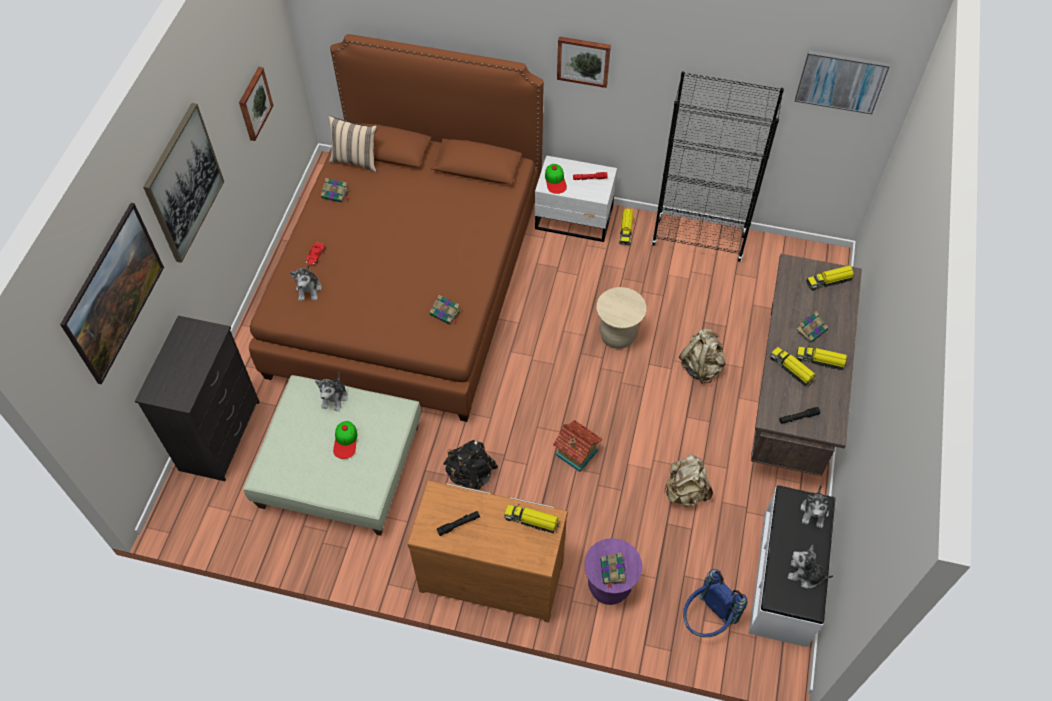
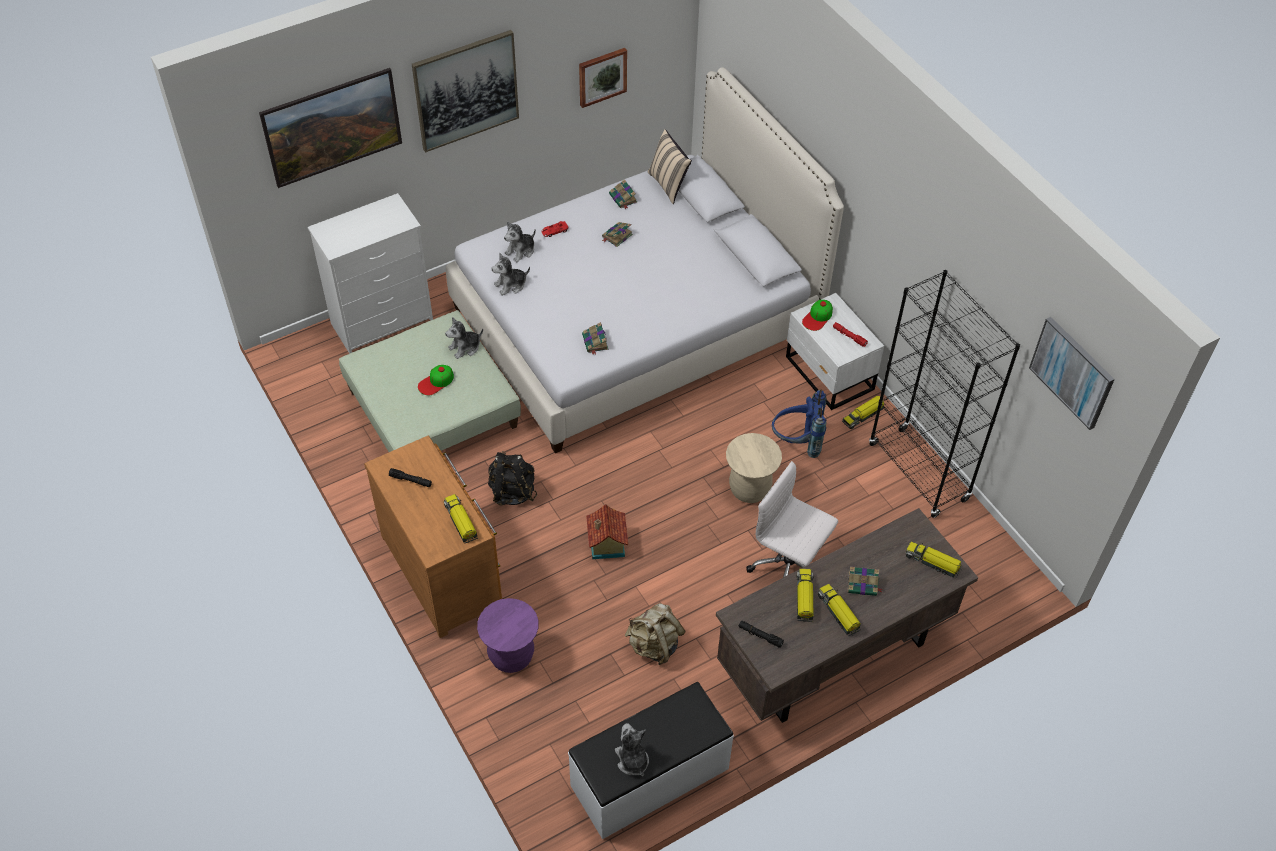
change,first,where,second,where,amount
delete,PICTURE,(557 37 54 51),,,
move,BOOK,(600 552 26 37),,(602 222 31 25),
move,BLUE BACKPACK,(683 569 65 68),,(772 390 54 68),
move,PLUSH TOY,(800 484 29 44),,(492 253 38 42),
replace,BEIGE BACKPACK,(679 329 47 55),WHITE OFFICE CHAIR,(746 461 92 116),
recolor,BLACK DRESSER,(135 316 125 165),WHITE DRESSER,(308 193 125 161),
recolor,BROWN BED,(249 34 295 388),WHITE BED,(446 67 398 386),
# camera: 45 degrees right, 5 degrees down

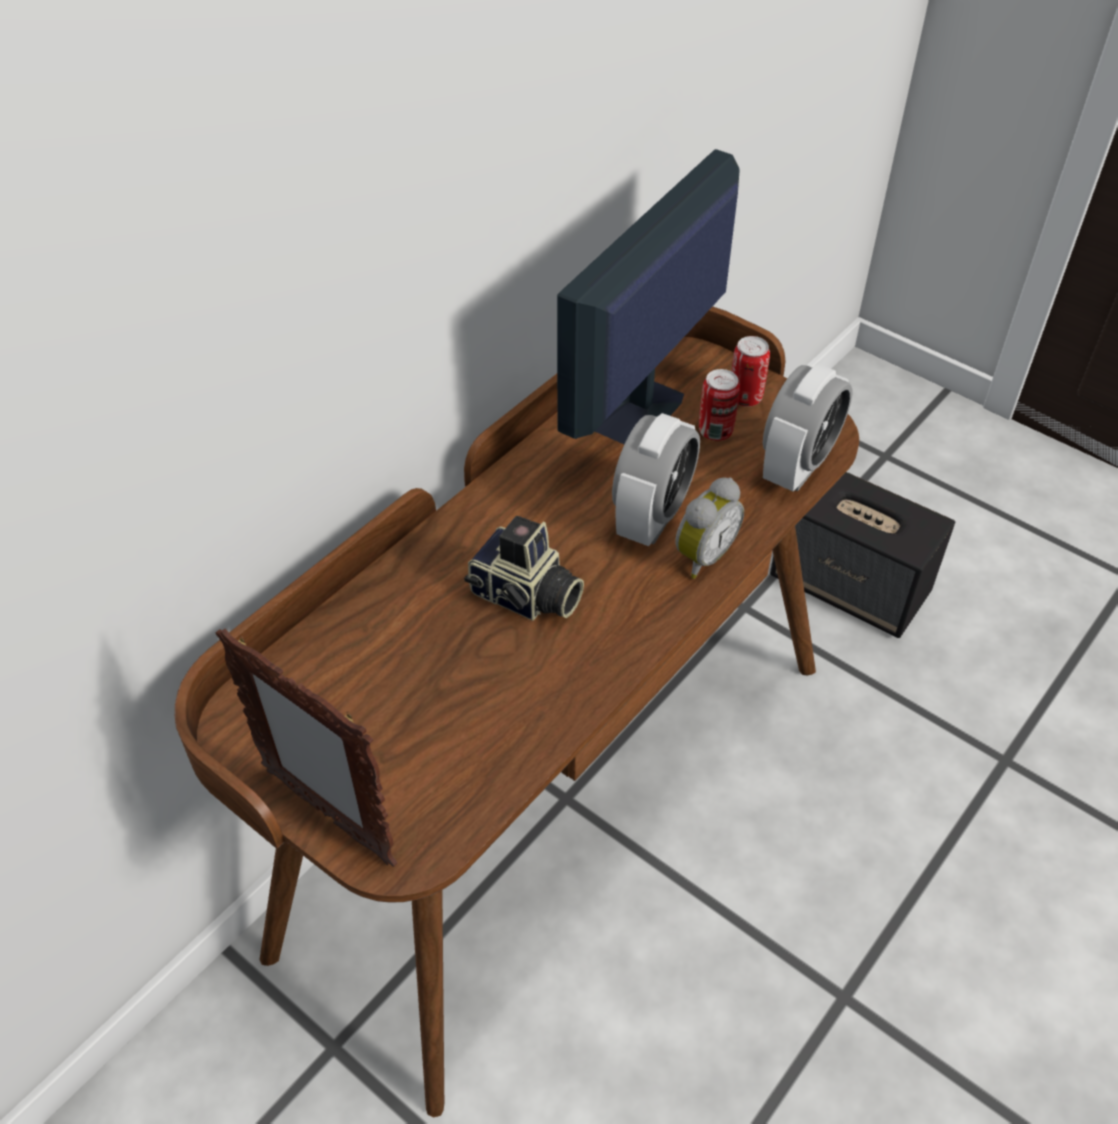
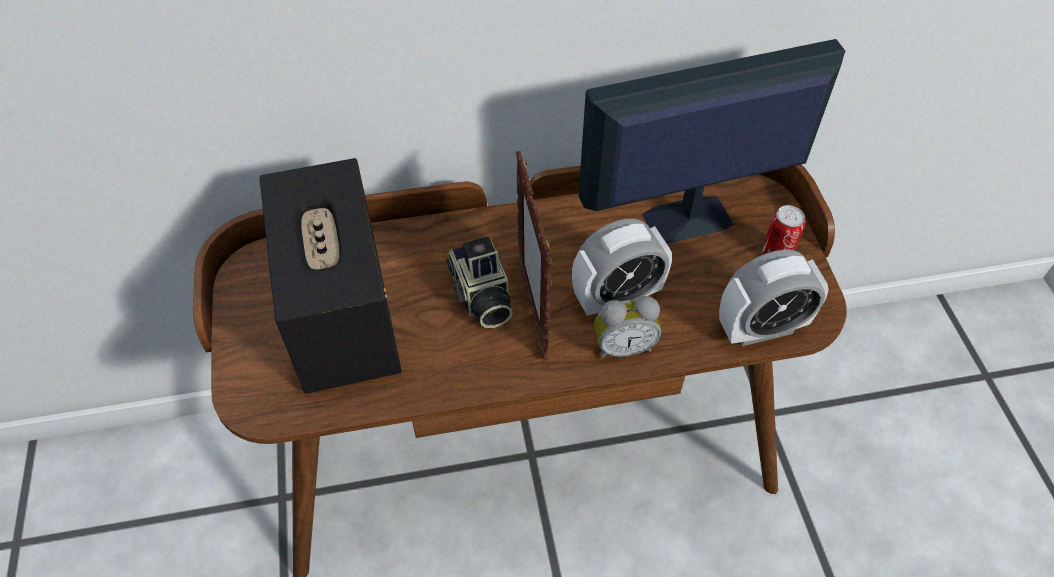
change,first,where,second,where,amount
delete,CAN,(699 369 41 72),,,
move,PICTURE FRAME,(215 629 182 238),,(516 151 36 210),
move,SPEAKER,(770 472 185 166),,(259 158 142 236),
# camera: 40 degrees right, 5 degrees up

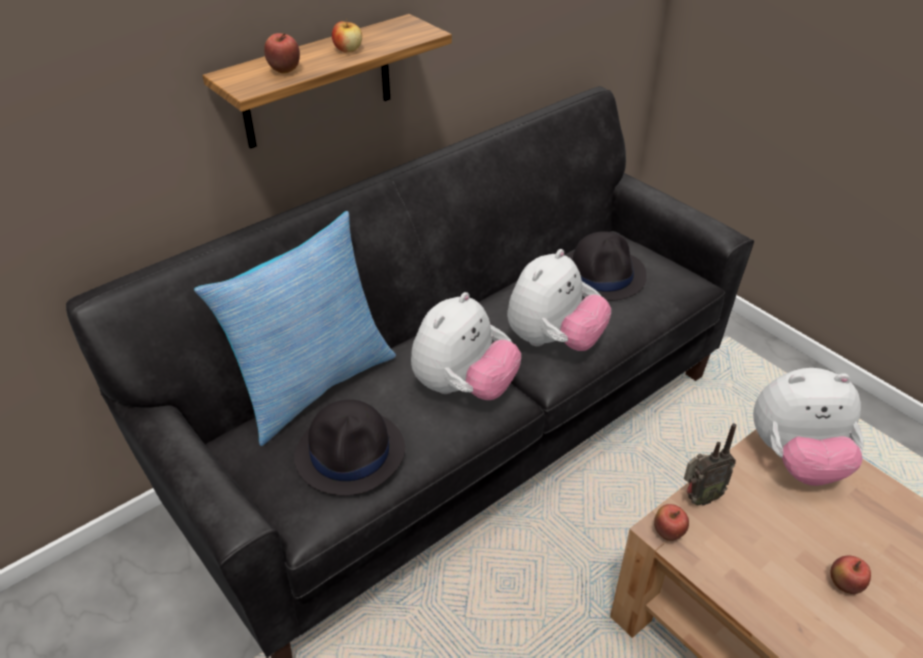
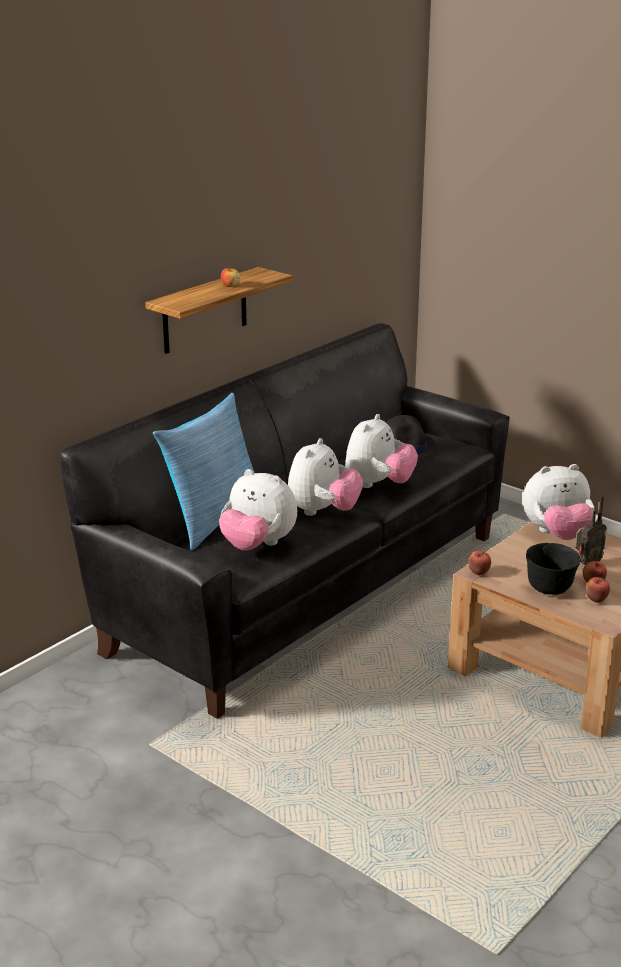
change,first,where,second,where,amount
insert,,,BLACK BOWL,(526 543 54 52),
move,APPLE,(264 33 36 41),,(586 577 24 26),
move,RADIO,(684 423 53 83),,(575 496 32 69),
replace,BLACK HAT,(294 400 111 96),PLUSH TOY,(219 469 78 82),
# camera: 10 degrees left, 15 degrees down

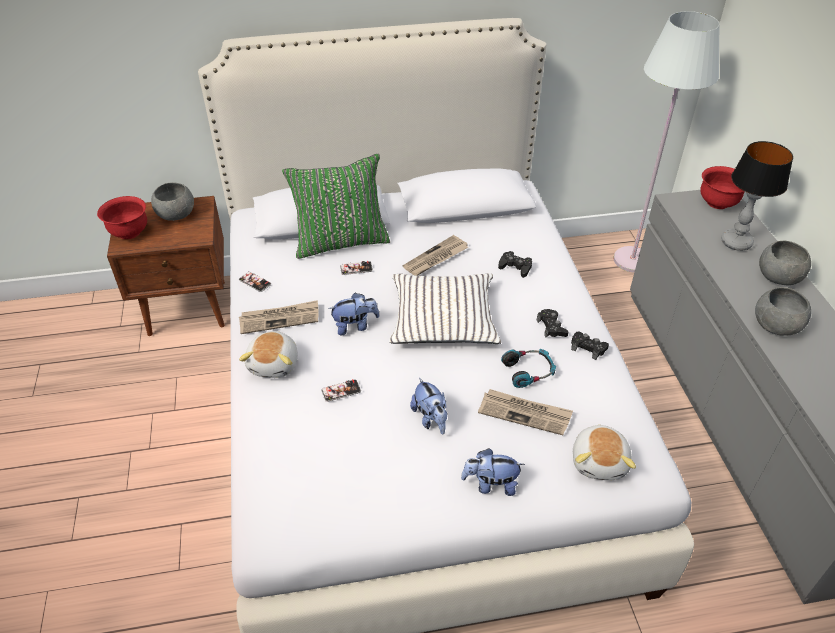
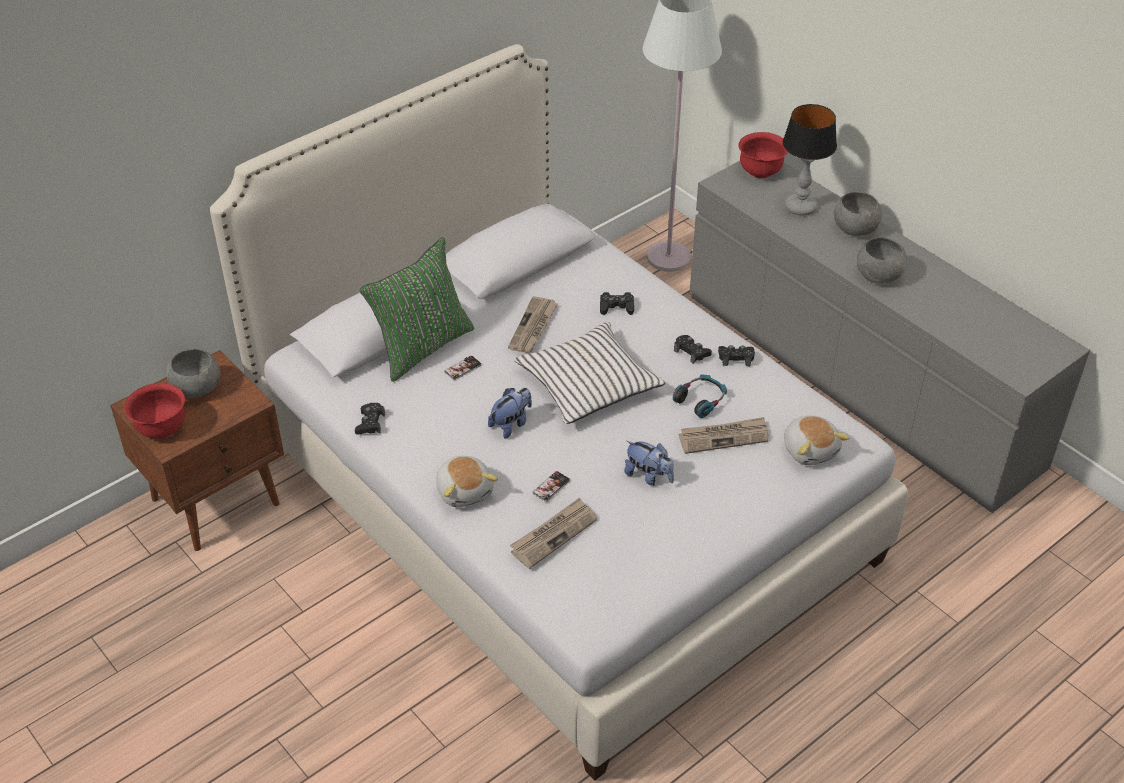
change,first,where,second,where,amount
delete,PLUSH TOY,(461 448 64 48),,,
move,NEWSPAPER,(239 300 80 34),,(510 497 87 72),
replace,PHONE,(239 271 32 21),BLACK GAME CONTROLLER,(355 403 30 32),
# camera: 30 degrees left, 0 degrees up

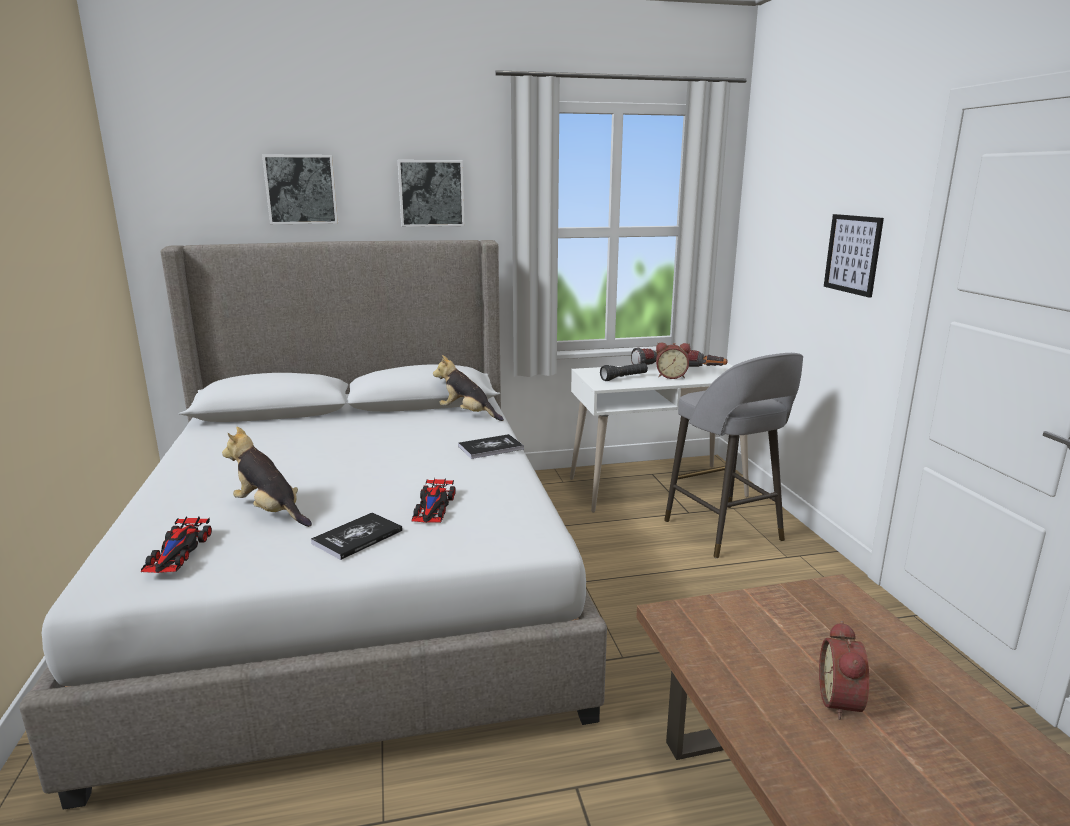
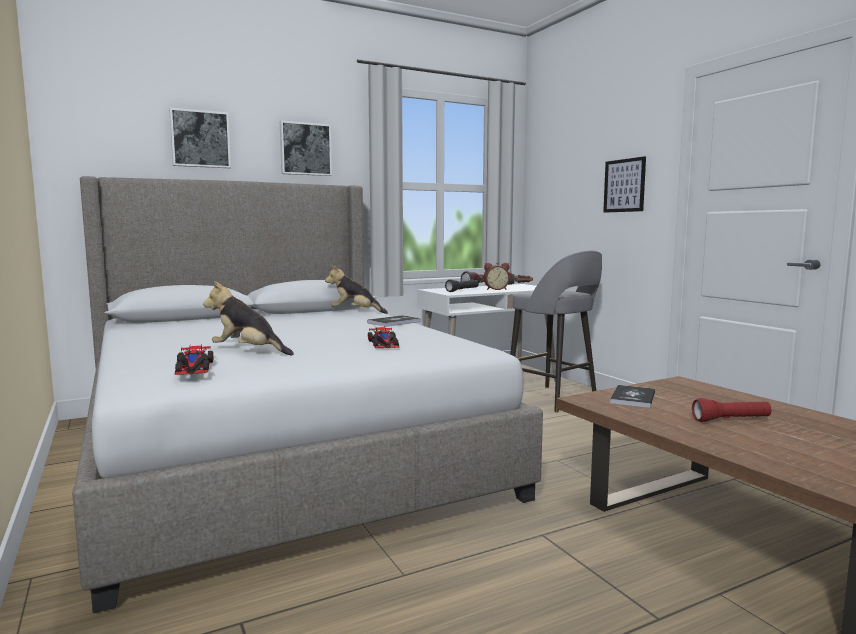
change,first,where,second,where,amount
move,BOOK,(311 512 92 48),,(610 385 45 23),
replace,ALARM CLOCK,(819 621 50 99),RED FLASHLIGHT,(692 398 79 24),
# camera: 15 degrees left, 10 degrees down

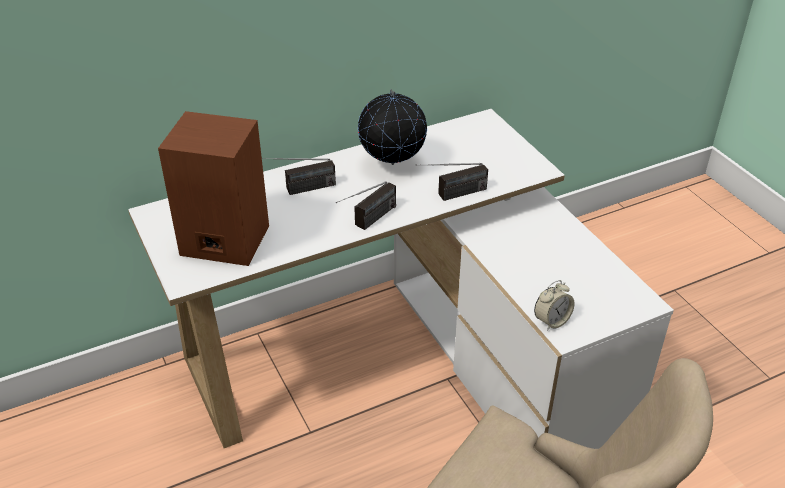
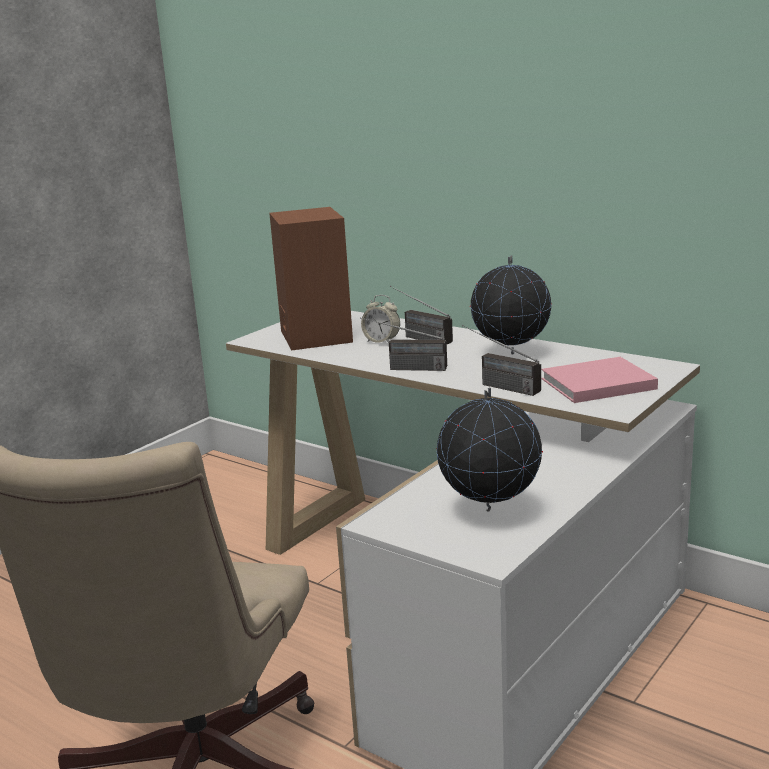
change,first,where,second,where,amount
insert,,,GLOBE,(437 388 106 124),
insert,,,PINK BOOK,(541 357 117 46),
move,ALARM CLOCK,(534 280 41 51),,(361 295 39 48),
# camera: 65 degrees right, 20 degrees down

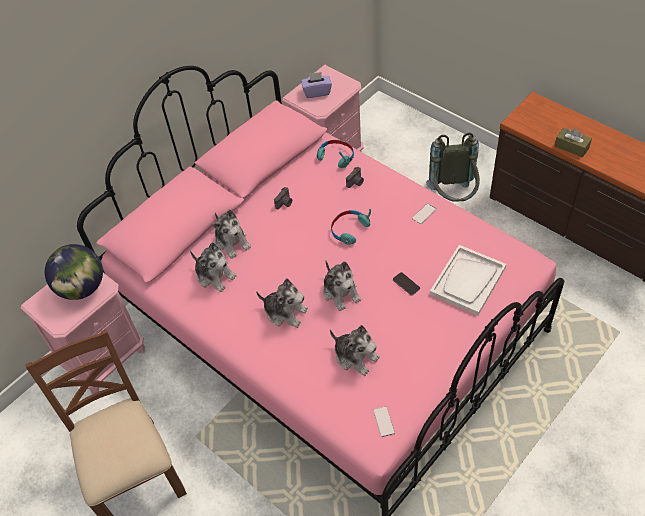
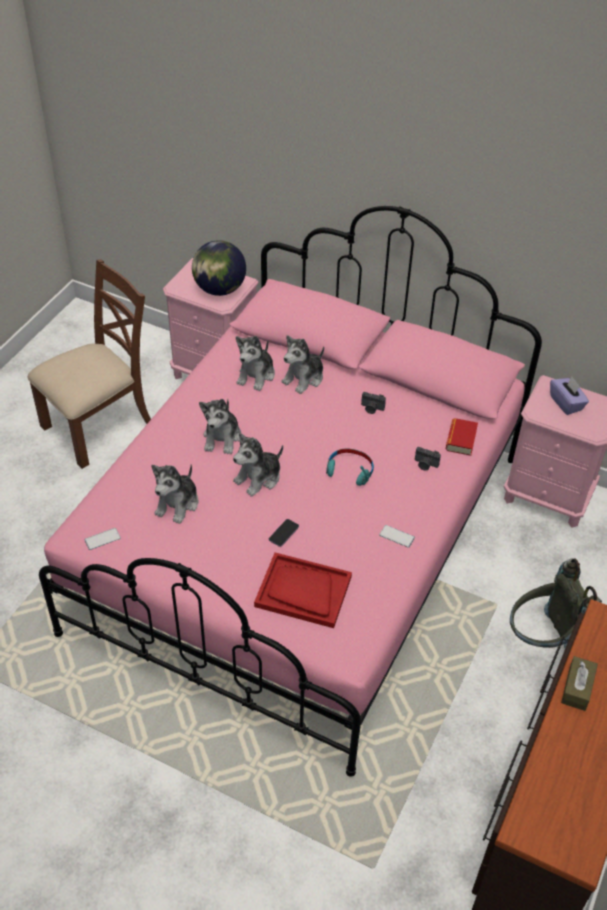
change,first,where,second,where,amount
replace,TURQUOISE HEADPHONES,(317 140 37 28),BOOK,(446 418 32 38),
recolor,WHITE TRAY,(430 245 76 71),RED TRAY,(254 552 98 76),
# camera: 70 degrees right, 5 degrees down

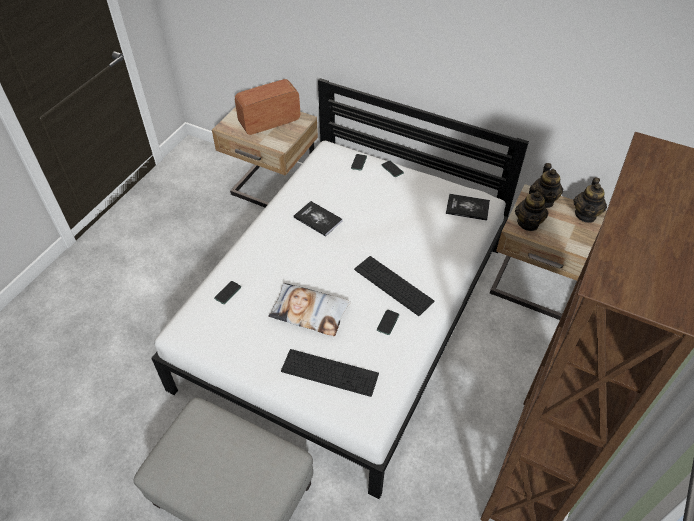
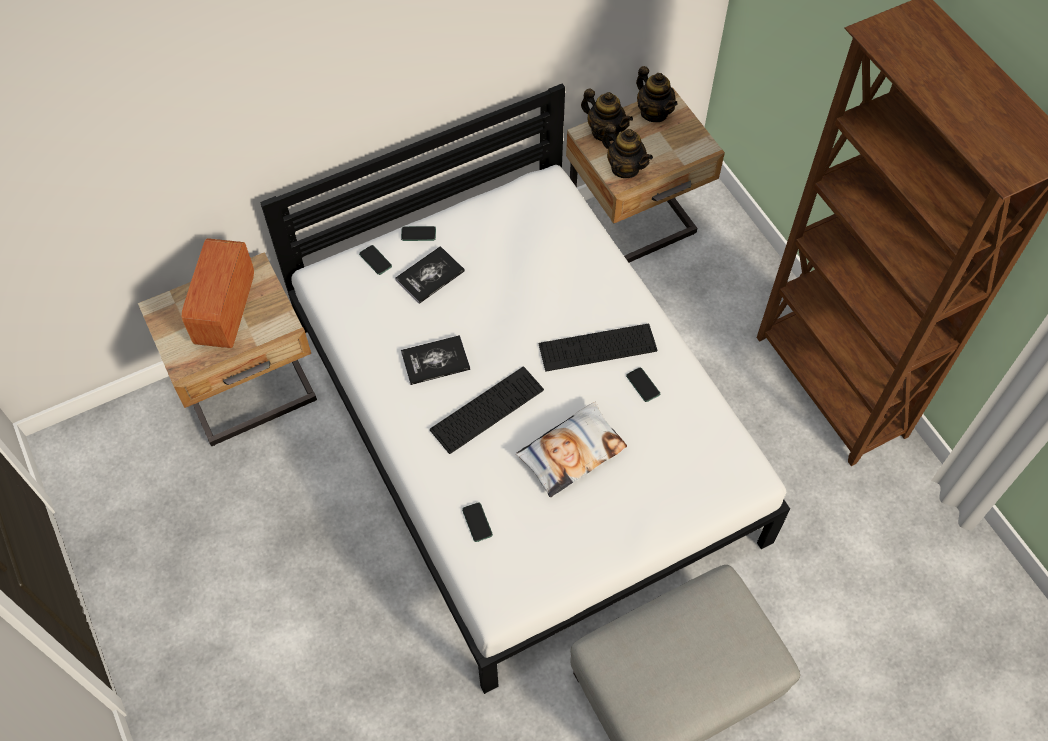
change,first,where,second,where,amount
move,KEYBOARD,(281 349 98 48),,(430 366 114 88),
move,BOOK,(446 194 44 27),,(395 246 70 58),
# camera: 55 degrees left, 10 degrees up

